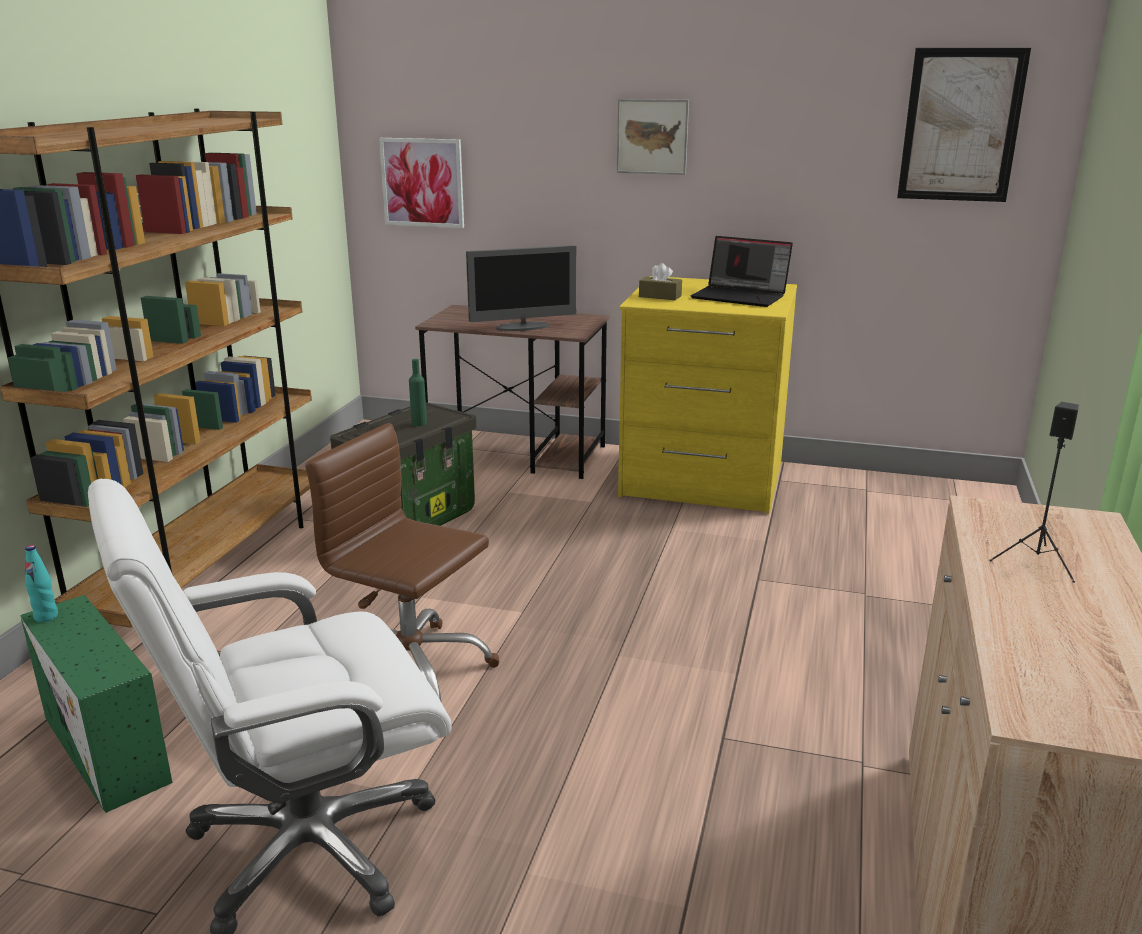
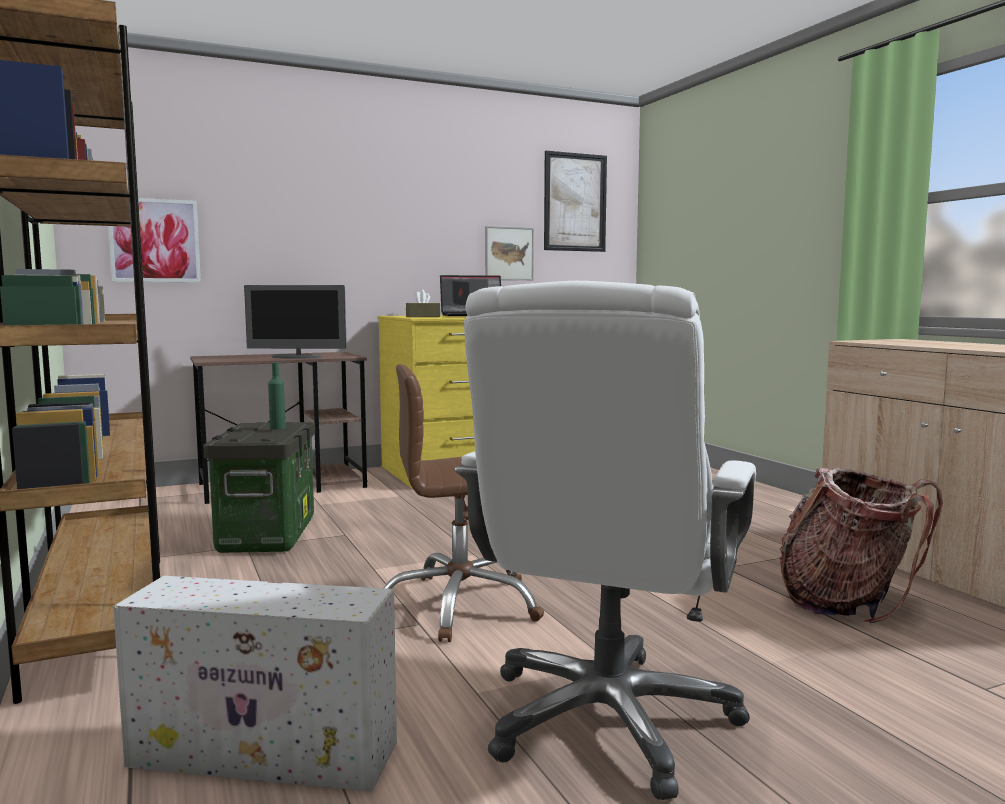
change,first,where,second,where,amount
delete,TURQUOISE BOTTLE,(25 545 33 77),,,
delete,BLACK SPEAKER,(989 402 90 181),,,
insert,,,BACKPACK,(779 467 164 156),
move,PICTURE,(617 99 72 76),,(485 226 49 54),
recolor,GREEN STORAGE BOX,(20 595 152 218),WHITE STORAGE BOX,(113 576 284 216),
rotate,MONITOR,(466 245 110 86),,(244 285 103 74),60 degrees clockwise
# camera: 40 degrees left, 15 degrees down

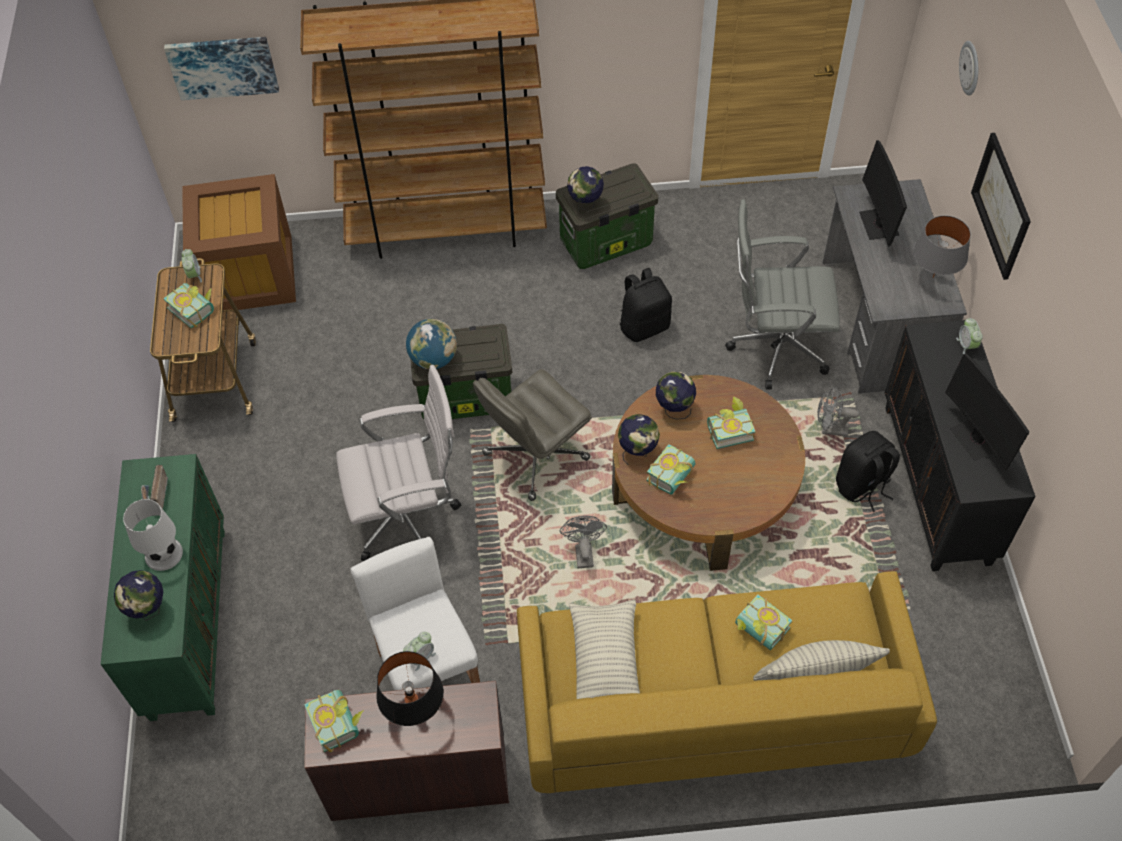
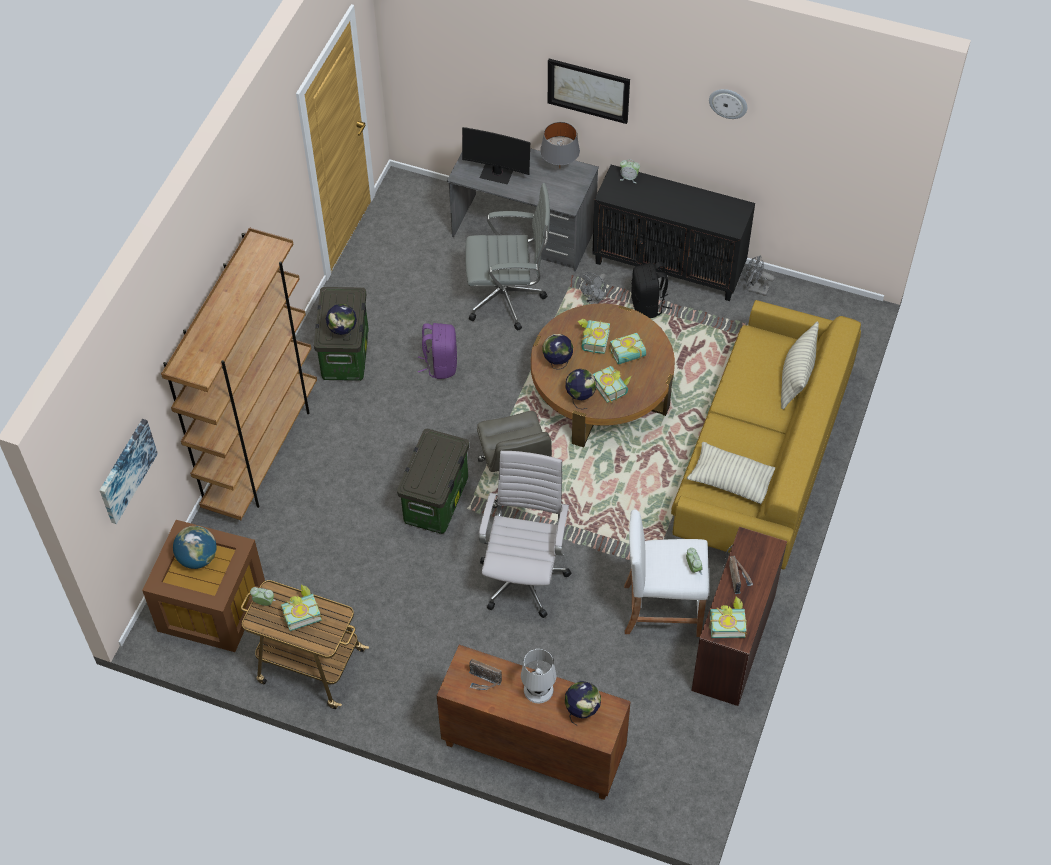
change,first,where,second,where,amount
delete,MONITOR,(945 353 84 118),,,
move,GLOBE,(406 319 51 50),,(173 526 44 43),
move,GREY FAN,(560 516 47 52),,(744 255 31 41),
move,BOOK,(735 595 58 55),,(609 333 37 32),
move,WALL CLOCK,(959 41 19 54),,(709 89 38 30),
replace,BLACK TABLE LAMP,(376 651 68 75),RADIO,(729 556 24 38),
recolor,GREEN CABINET,(101 454 124 267),BROWN CABINET,(437 645 194 155),
recolor,BLACK BACKPACK,(620 268 52 74),PURPLE BACKPACK,(418 323 39 56),
rotate,GREY OFFICE CHAIR,(725 199 115 191),,(465 183 85 148),120 degrees counterclockwise
# camera: 65 degrees left, 0 degrees up

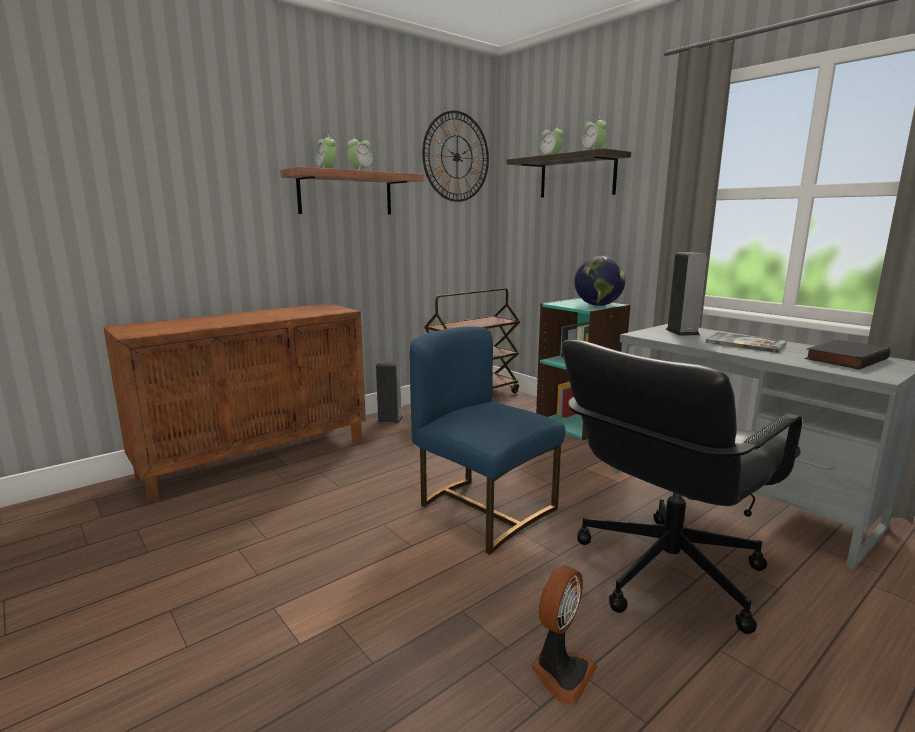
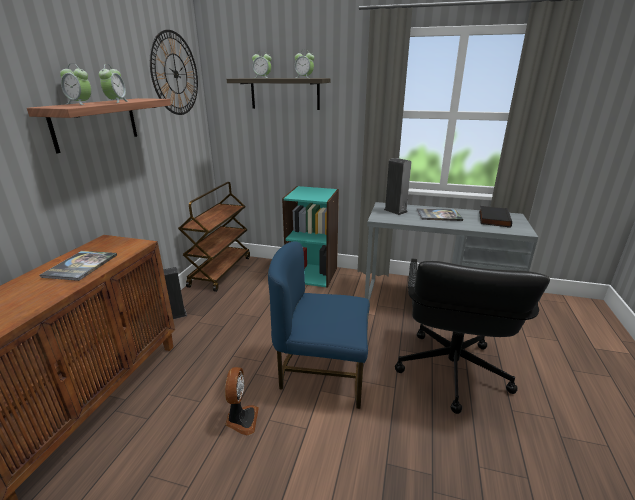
change,first,where,second,where,amount
delete,GLOBE,(574 256 52 50),,,
insert,,,BOOK,(40 251 77 30),
move,FAN,(531 566 67 139),,(225 367 34 68),
# camera: 35 degrees left, 10 degrees up

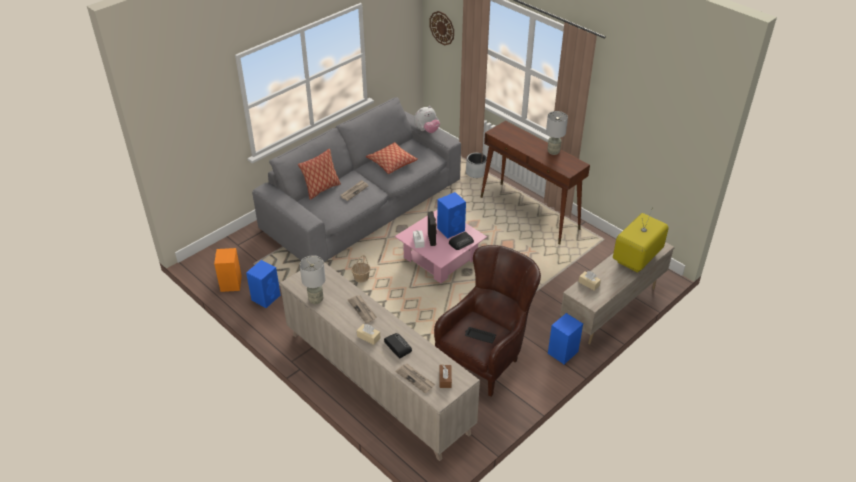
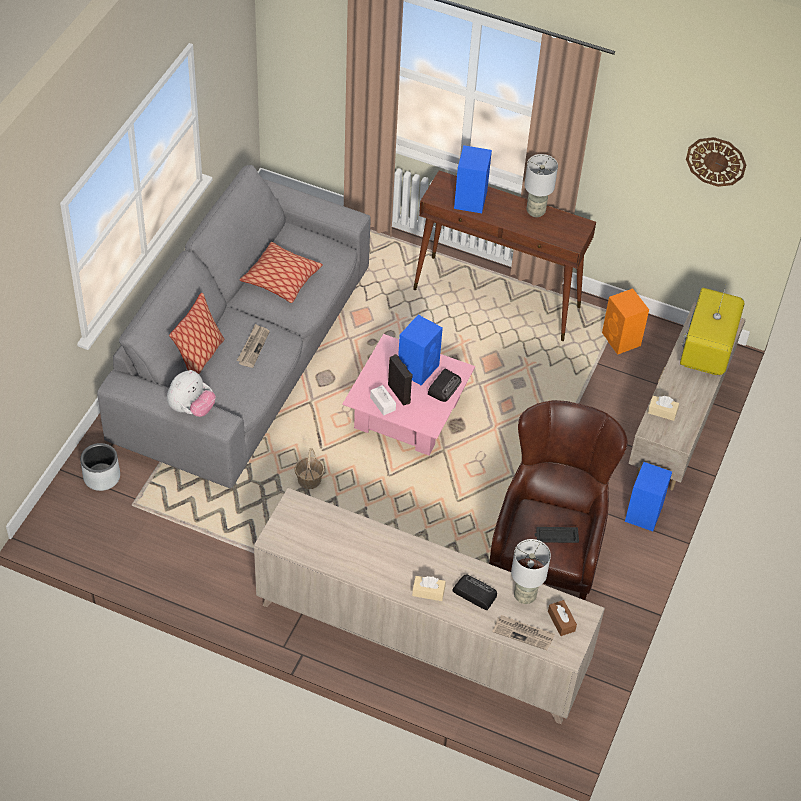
change,first,where,second,where,amount
delete,NEWSPAPER,(348 295 29 28),,,
move,ORANGE SPEAKER,(214 248 28 44),,(602 288 47 67),
move,BLUE SPEAKER,(246 260 35 48),,(454 145 38 68),
move,GREY TABLE LAMP,(300 255 26 49),,(511 539 40 65),
move,PLUSH TOY,(414 106 26 27),,(167 370 49 47),
move,WALL CLOCK,(430 11 24 34),,(686 137 60 50),
move,GREY PLANTER,(466 153 21 25),,(80 443 40 48),
# camera: 25 degrees left, 10 degrees up

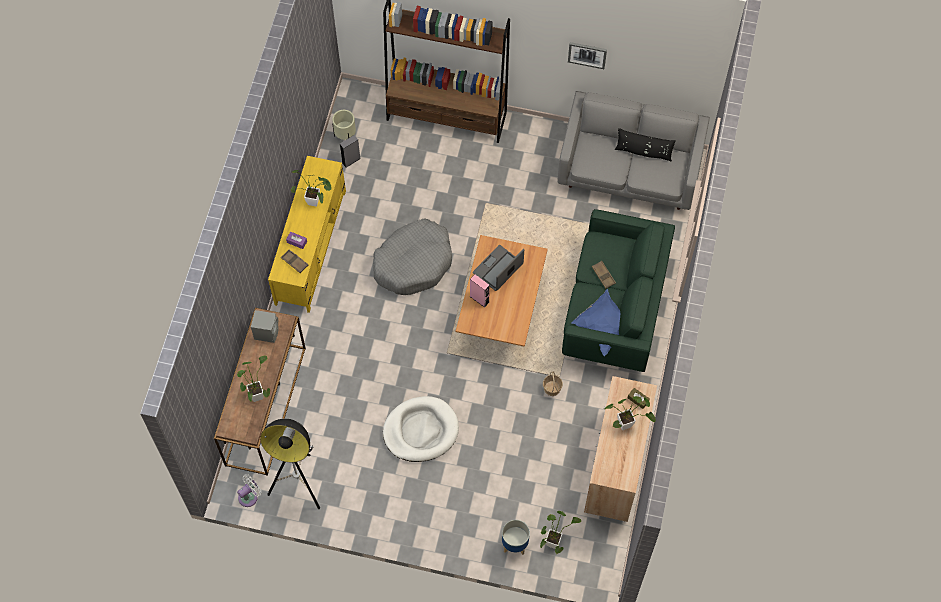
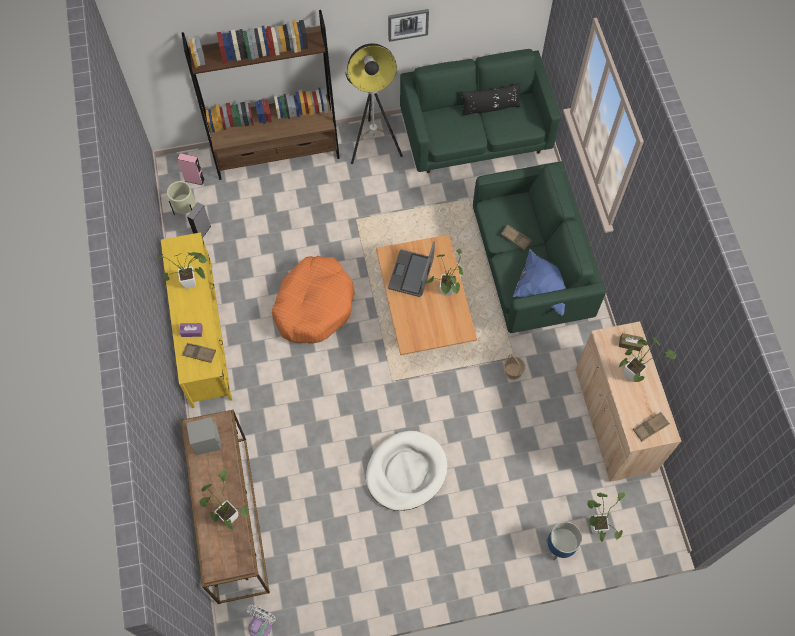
change,first,where,second,where,amount
insert,,,POTTED PLANT,(423 249 40 47),
insert,,,BROWN TRAY,(633 412 37 30),
move,FLOOR LAMP,(260 419 60 90),,(345 43 58 121),
move,PINK SPEAKER,(470 274 20 34),,(177 153 28 32),
recolor,GREY DOG BED,(373 218 79 77),ORANGE DOG BED,(272 256 83 88),
recolor,GREY SOFA,(557 91 153 119),GREEN SOFA,(400 49 161 124),
# camera: 25 degrees left, 0 degrees up

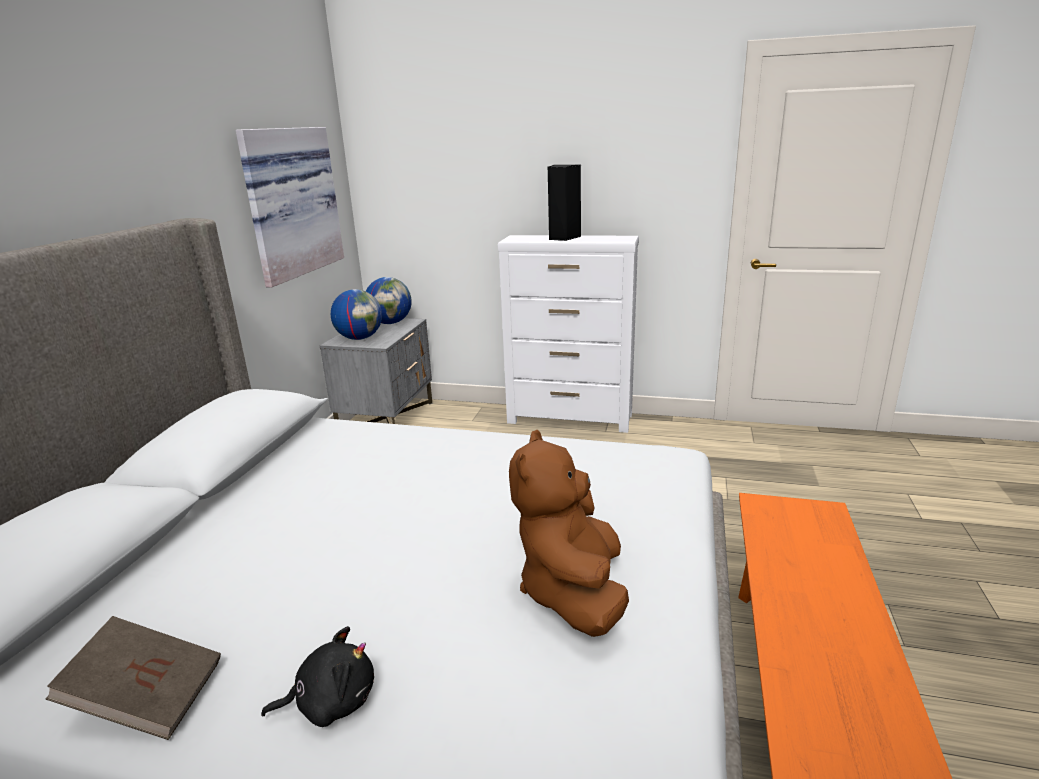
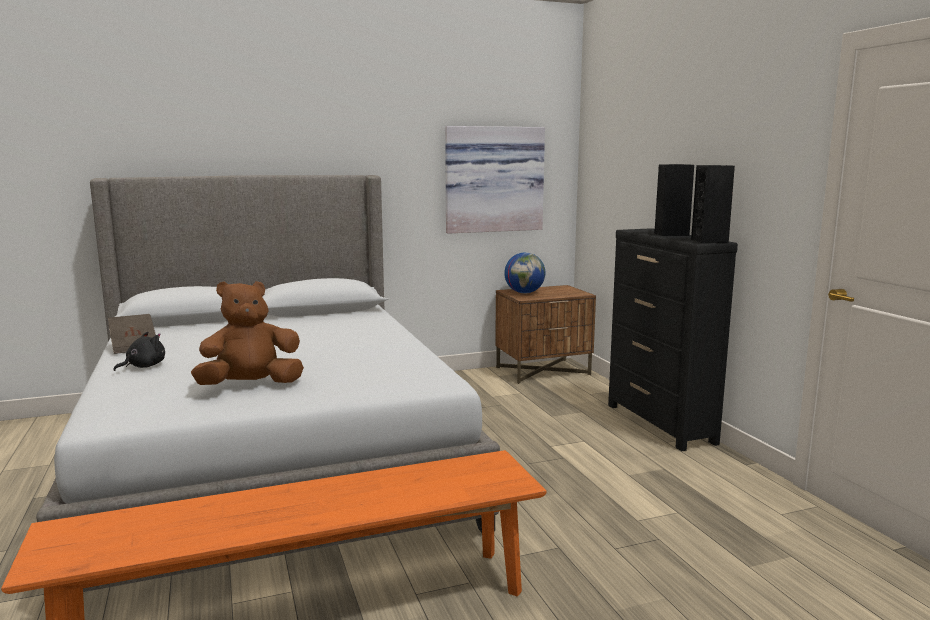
change,first,where,second,where,amount
delete,GLOBE,(366 277 46 47),,,
insert,,,BLACK SPEAKER,(691 165 44 78),
recolor,GREY NIGHTSTAND,(320 318 112 106),BROWN NIGHTSTAND,(495 285 101 99),
recolor,WHITE DRESSER,(498 235 141 198),BLACK DRESSER,(608 228 130 223),
rotate,BLACK PLUSH TOY,(261 626 113 101),,(114 332 51 39),90 degrees counterclockwise
# camera: 55 degrees right, 10 degrees down

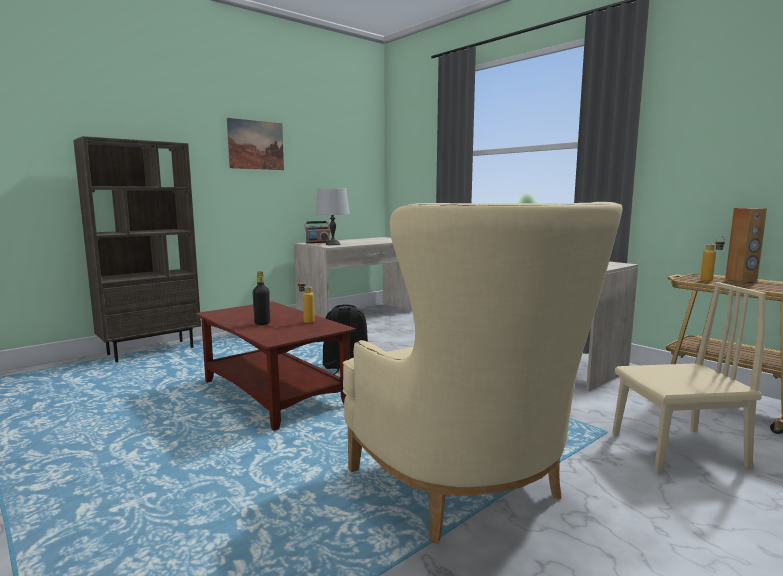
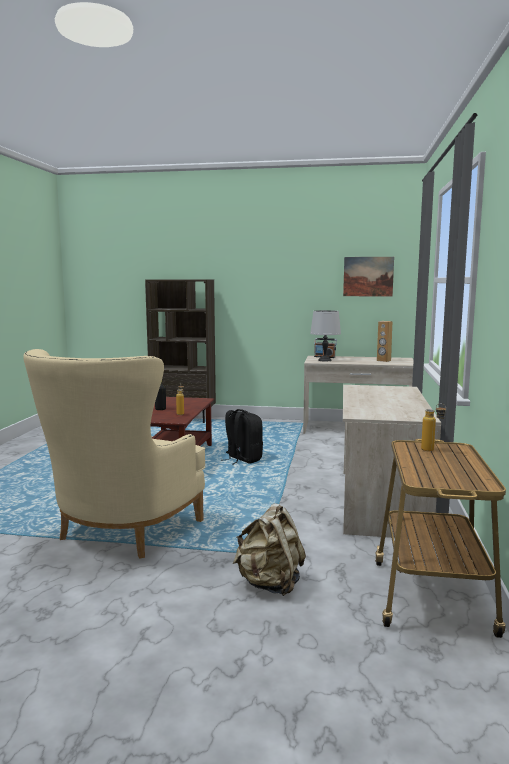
change,first,where,second,where,amount
move,PICTURE,(227 118 57 52),,(343 257 51 40),
move,BROWN SPEAKER,(725 208 42 74),,(377 321 15 41),
replace,BEIGE CHAIR,(612 282 154 192),BEIGE BACKPACK,(233 503 73 93),
# camera: 50 degrees right, 0 degrees up

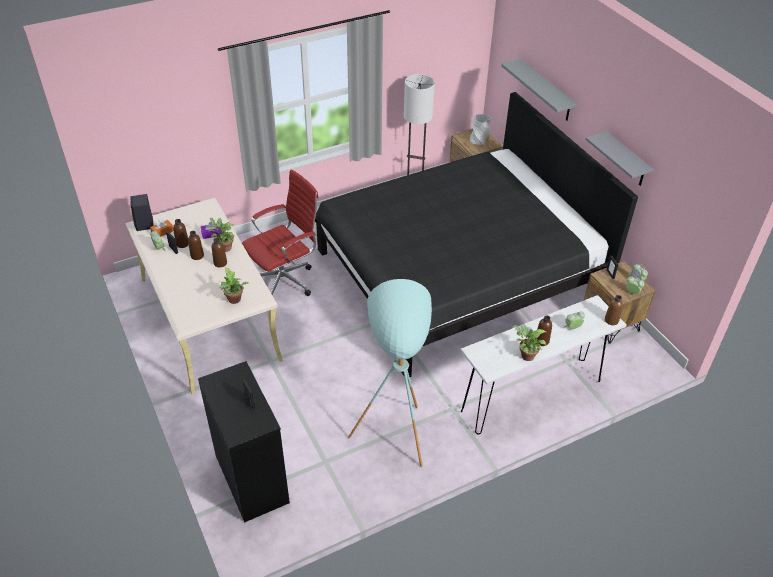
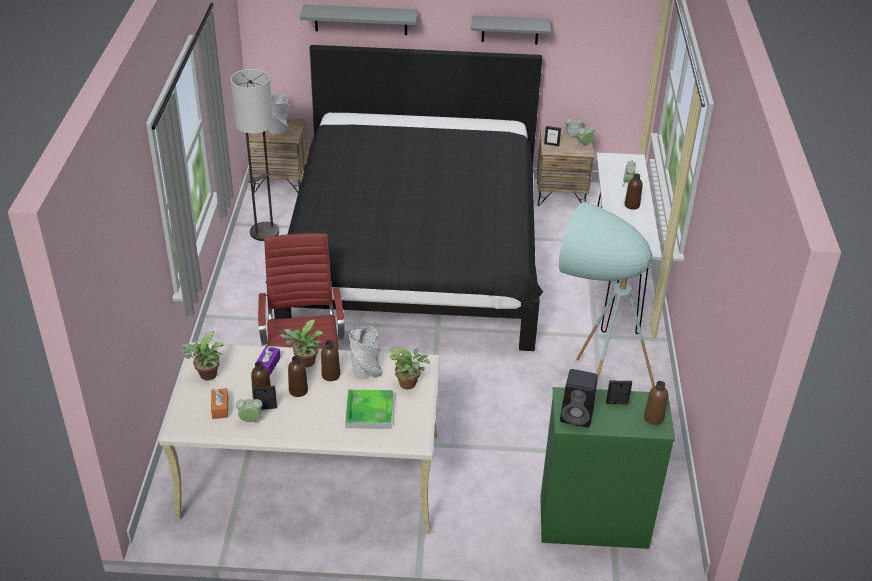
change,first,where,second,where,amount
insert,,,TRAY,(345 390 48 39),
insert,,,GREY VASE,(349 326 34 53),
move,BLACK SPEAKER,(130 194 24 37),,(560 369 38 59),
move,POTTED PLANT,(514 324 33 37),,(177 331 46 50),
move,BROWN BOTTLE,(605 295 18 30),,(644 381 24 44),
recolor,BLACK DRESSER,(198 361 92 161),GREEN DRESSER,(540 387 135 162),
# camera: 60 degrees left, 5 degrees down

